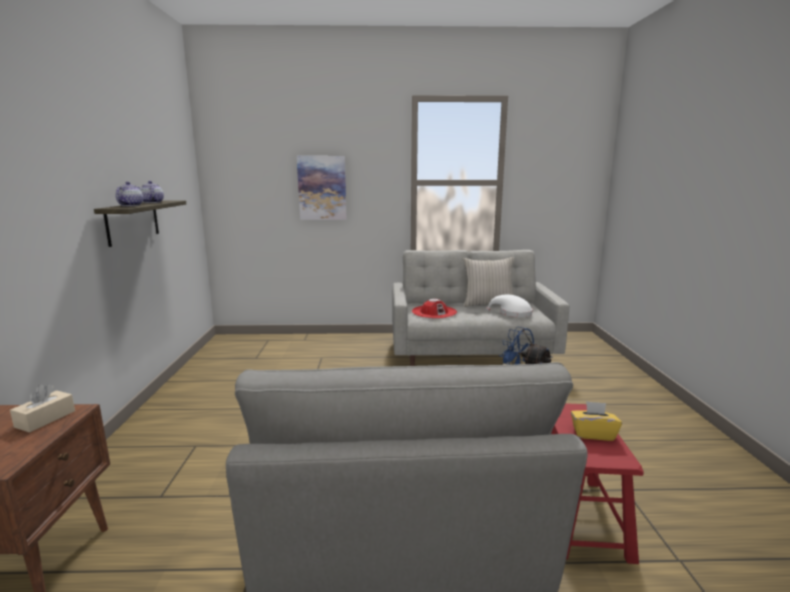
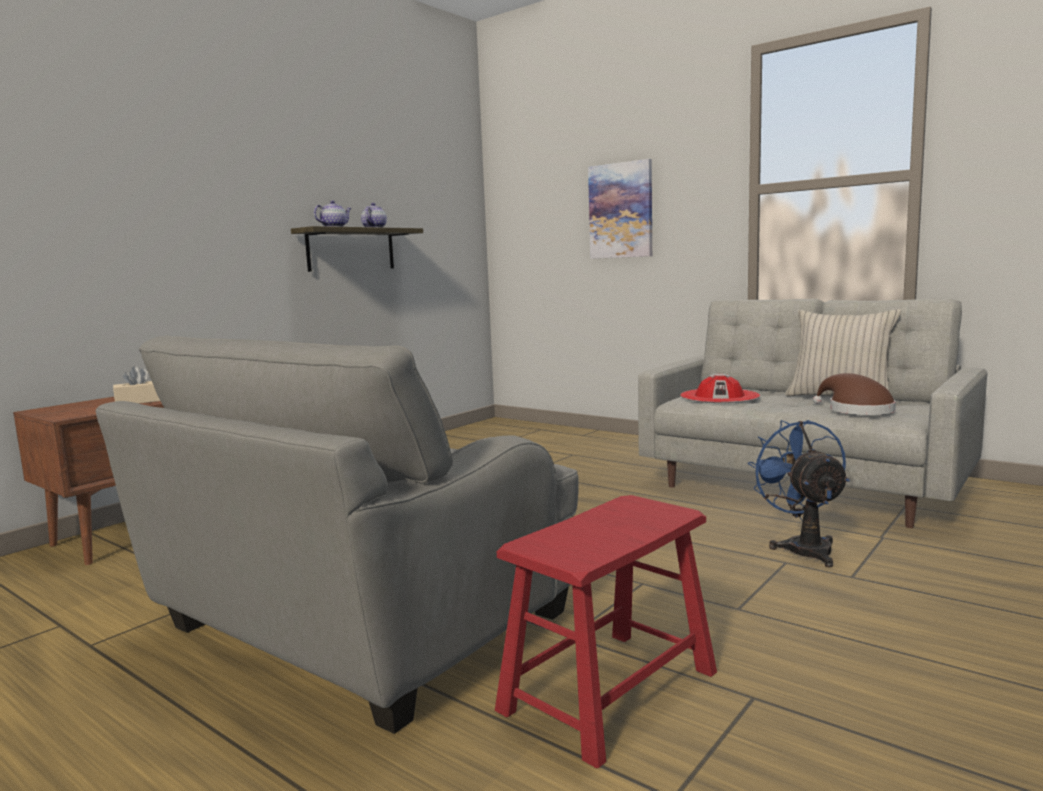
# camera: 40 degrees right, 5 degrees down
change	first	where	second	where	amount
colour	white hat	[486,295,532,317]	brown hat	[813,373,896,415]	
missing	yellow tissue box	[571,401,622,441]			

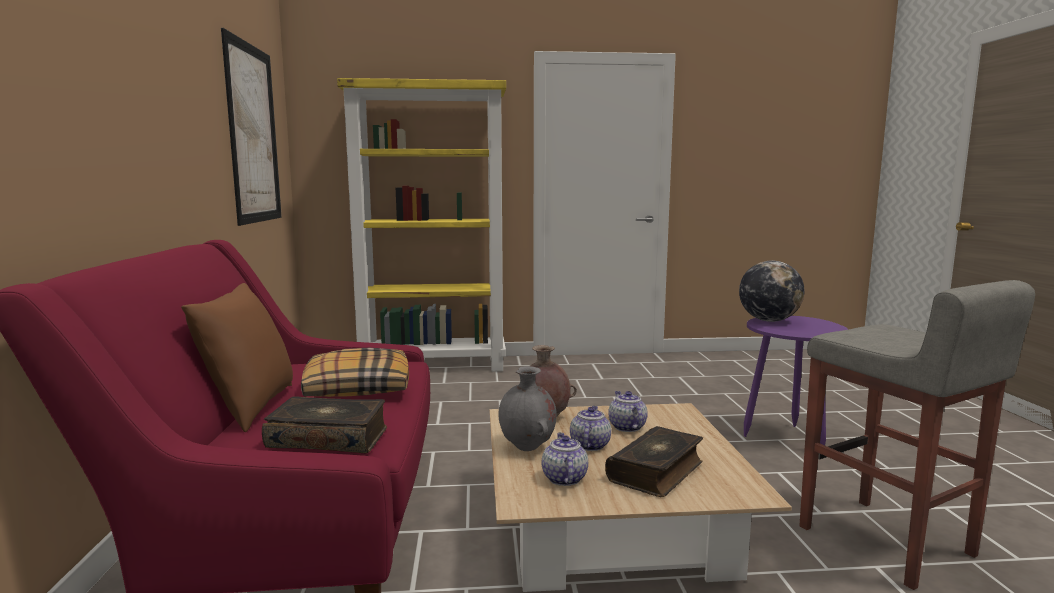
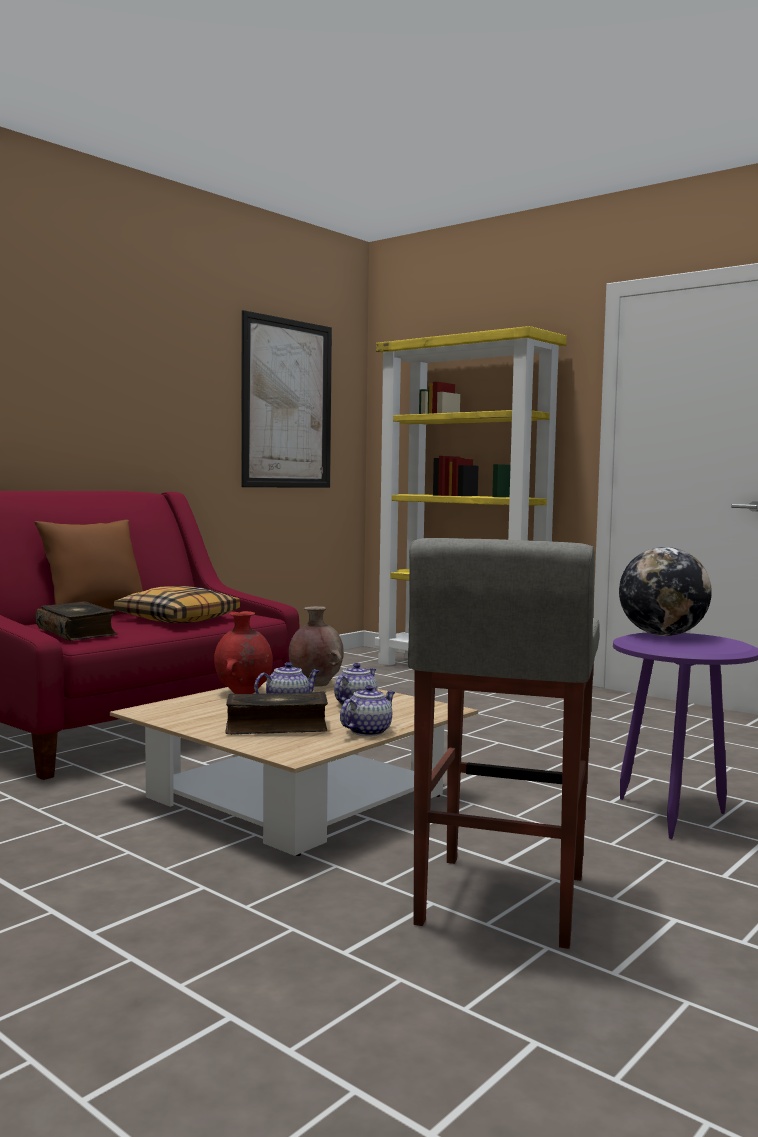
# camera: 45 degrees right, 5 degrees down
change	first	where	second	where	amount
colour	grey vase	[498,366,557,451]	red vase	[214,611,273,694]	
relocated	teapot	[542,433,588,486]		[340,685,395,736]	

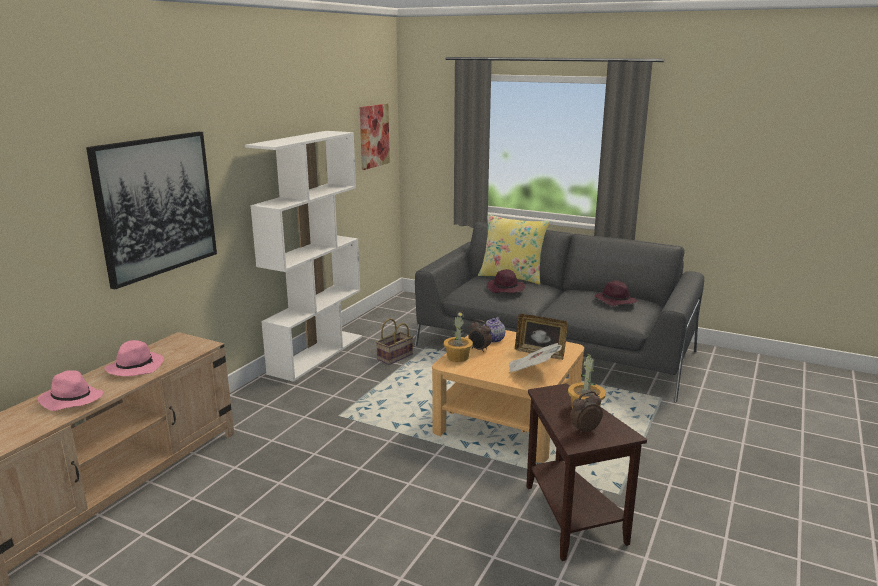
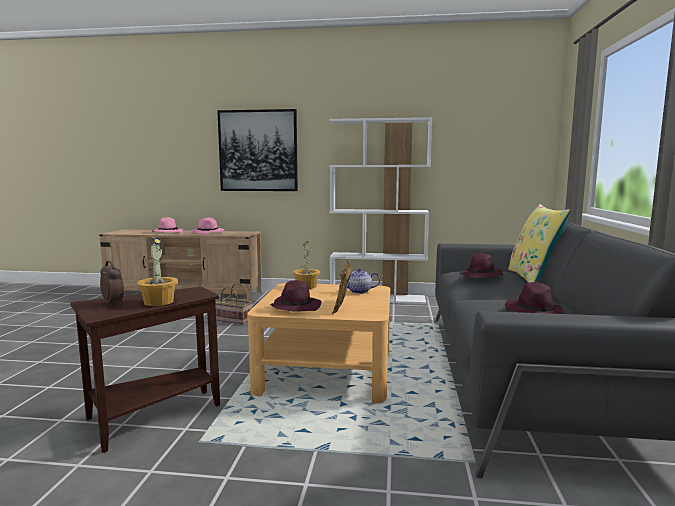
# camera: 70 degrees right, 10 degrees down
change	first	where	second	where	amount
relocated	basket	[376,318,413,365]		[216,283,252,325]	
exchanged	newspaper	[509,343,562,373]	purple hat	[270,280,321,312]	
missing	picture	[360,104,390,170]			
missing	alarm clock	[468,320,492,352]			

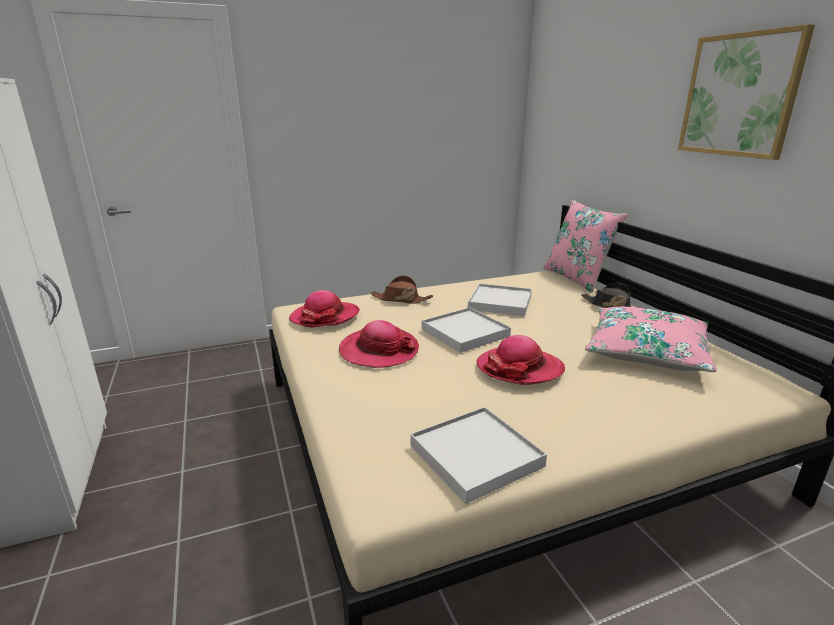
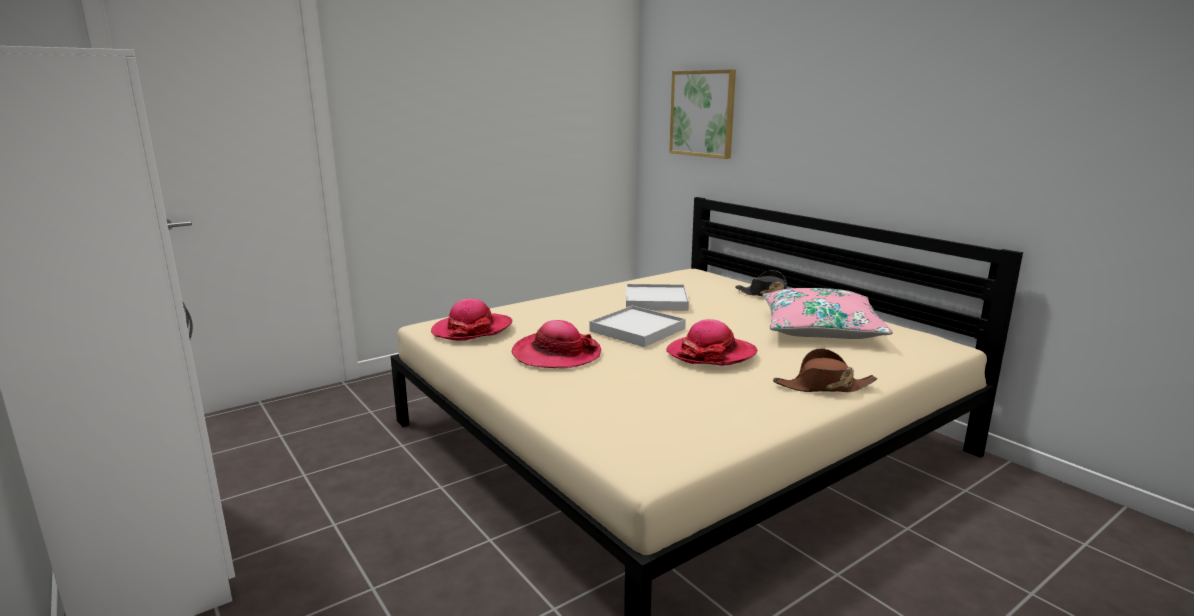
# camera: 15 degrees left, 5 degrees down
change	first	where	second	where	amount
relocated	picture	[678,24,815,160]		[669,69,736,159]	
relocated	brown hat	[371,275,433,304]		[773,348,877,392]	
missing	white tray	[410,407,547,504]			
missing	pink pillow	[543,199,628,293]			

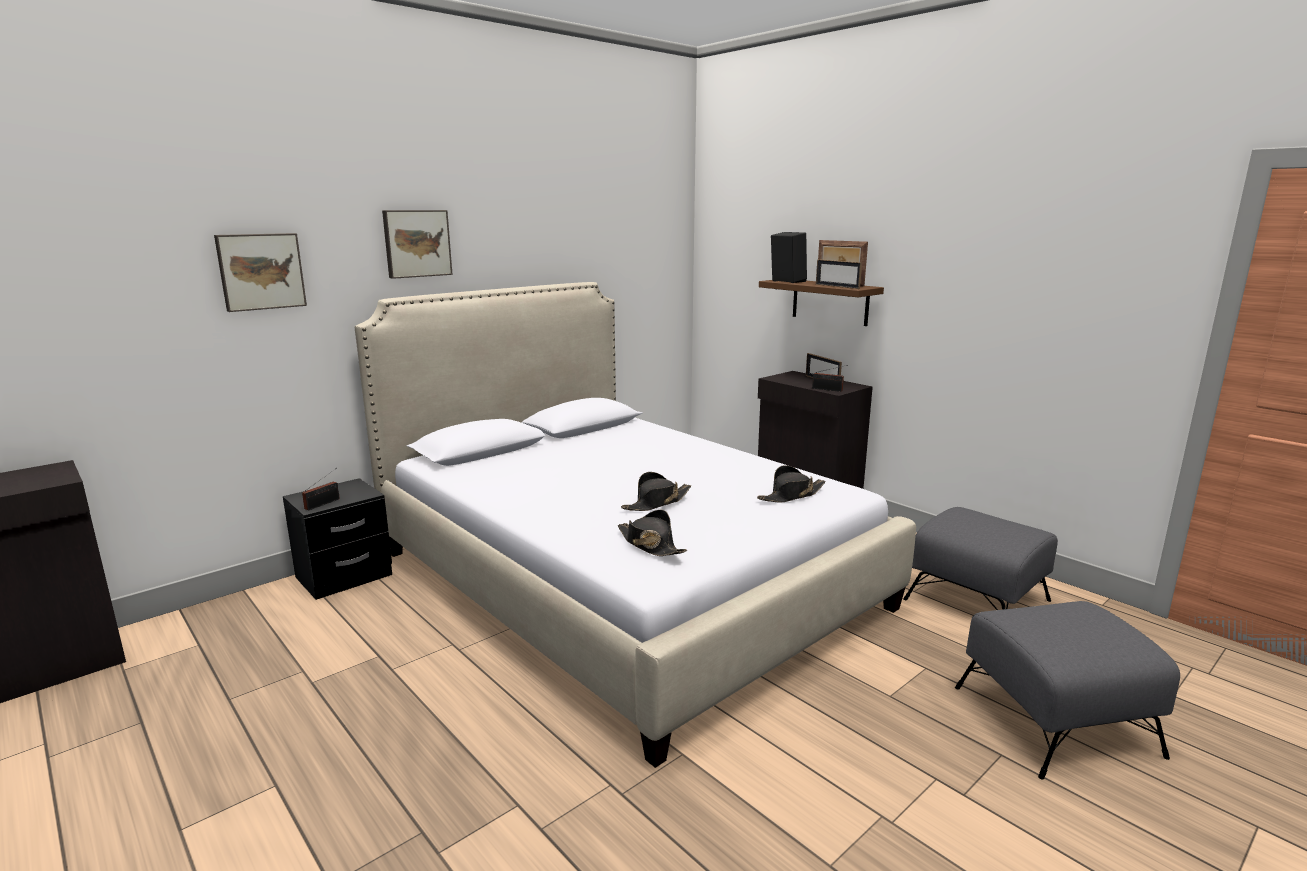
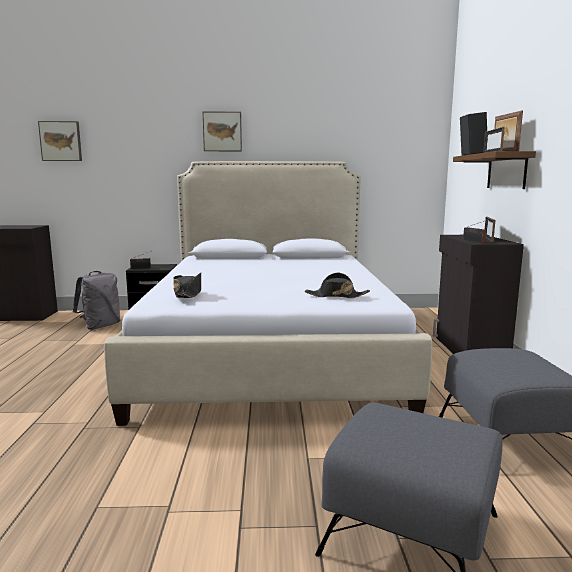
# camera: 40 degrees right, 5 degrees down
change	first	where	second	where	amount
relocated	picture	[214,233,307,312]		[38,121,82,161]	
appeared			grey backpack	[73,271,120,330]	
missing	black hat	[621,472,691,511]			

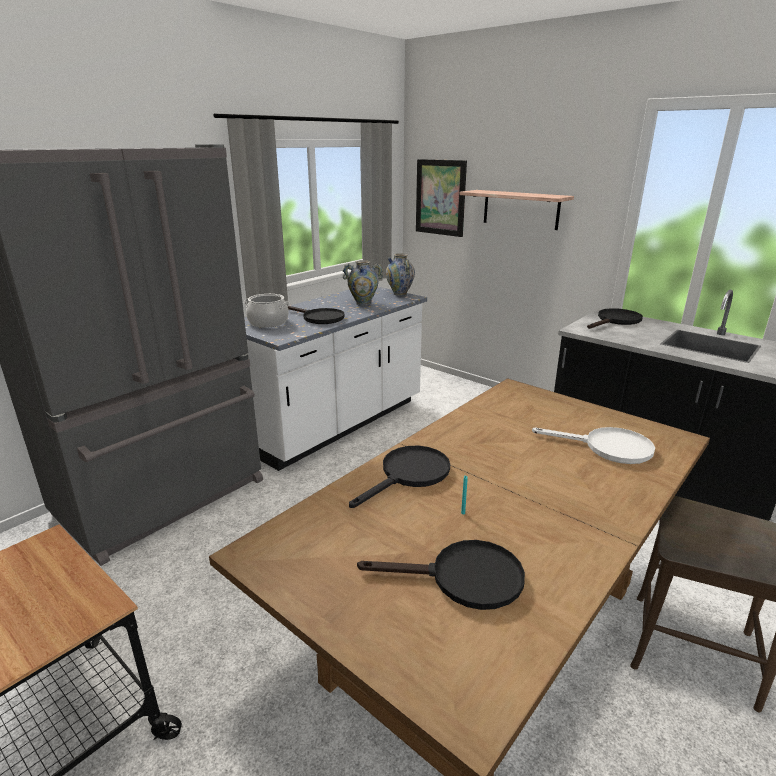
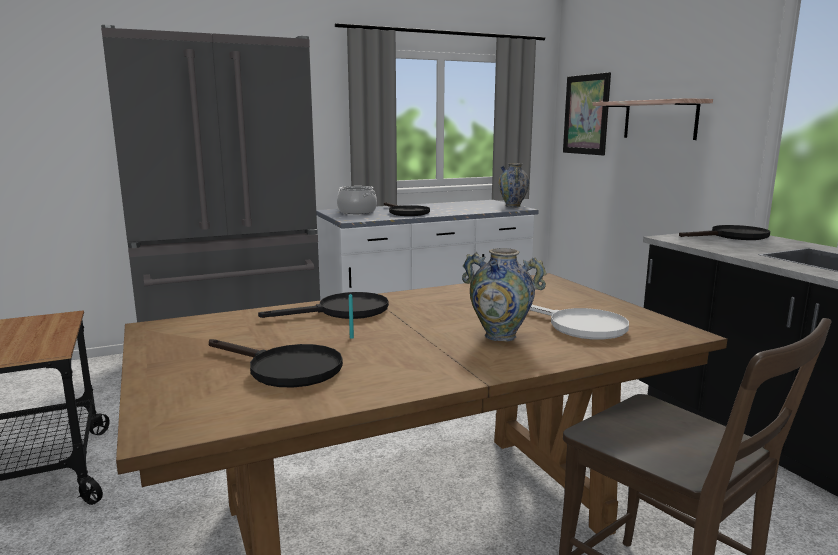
# camera: 25 degrees right, 10 degrees down
change	first	where	second	where	amount
relocated	vase	[343,260,383,306]		[462,248,547,341]	

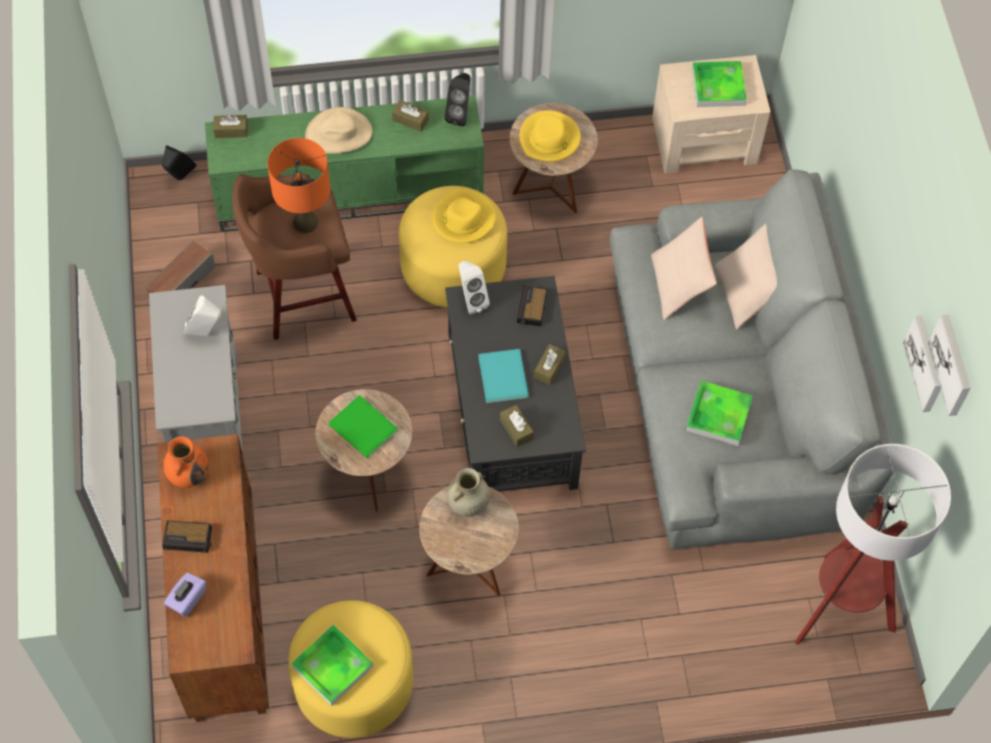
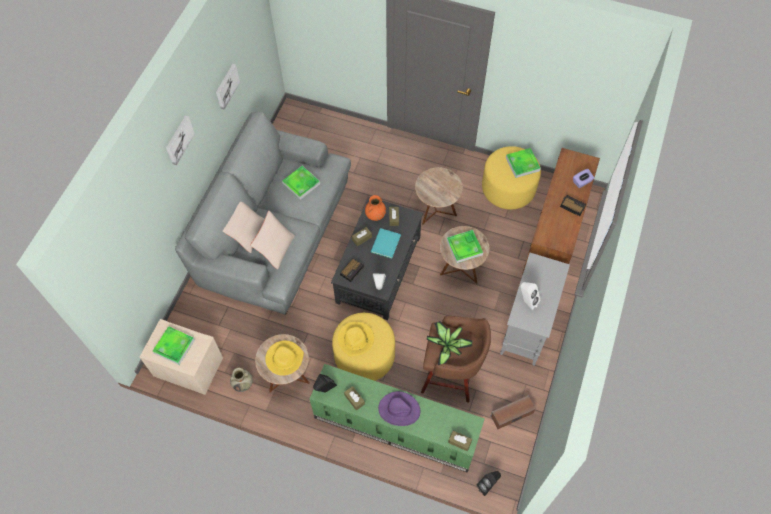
# camera: 150 degrees left, 0 degrees up
change	first	where	second	where	amount
relocated	picture	[928,314,971,416]		[166,116,195,166]	
relocated	beige vase	[447,468,490,517]		[230,368,253,392]	
relocated	orange vase	[163,436,208,488]		[365,195,386,221]	
colour	beige hat	[305,107,373,154]	purple hat	[378,391,420,426]	
exchanged	orange table lamp	[267,138,330,233]	potted plant	[427,321,473,365]	
exchanged	green book	[329,395,398,458]	tray	[447,230,483,263]	
missing	floor lamp	[795,444,951,645]			

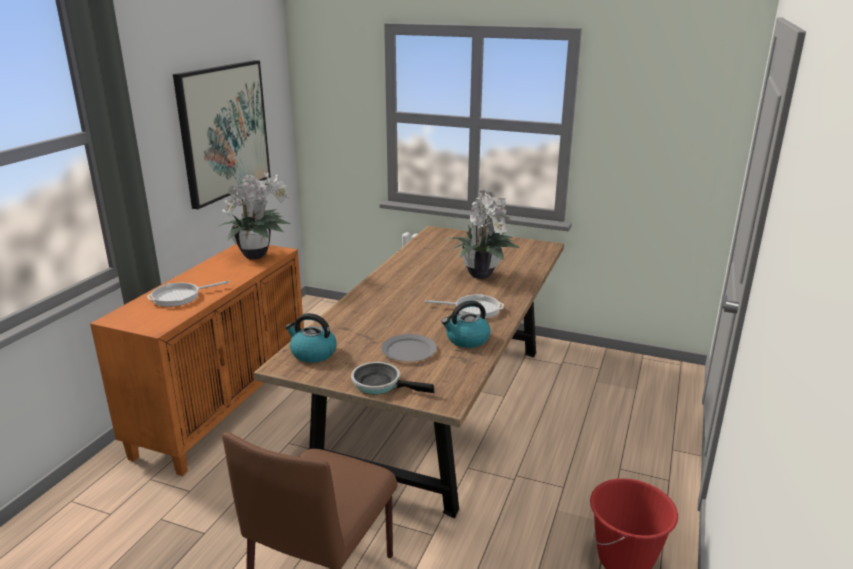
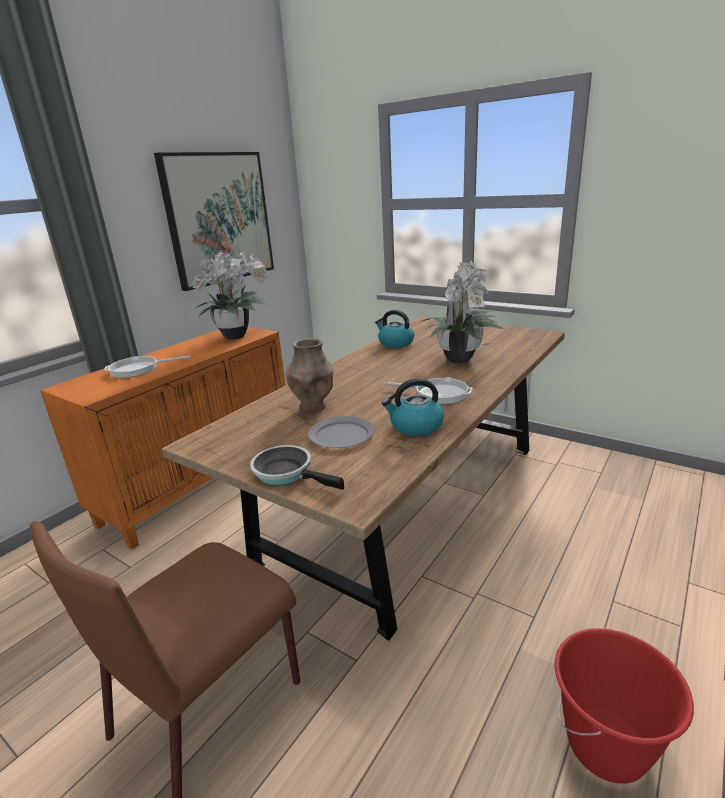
# camera: 15 degrees right, 0 degrees up
change	first	where	second	where	amount
appeared			brown vase	[286,338,333,413]	
relocated	kettle	[285,313,337,363]		[375,310,414,348]	

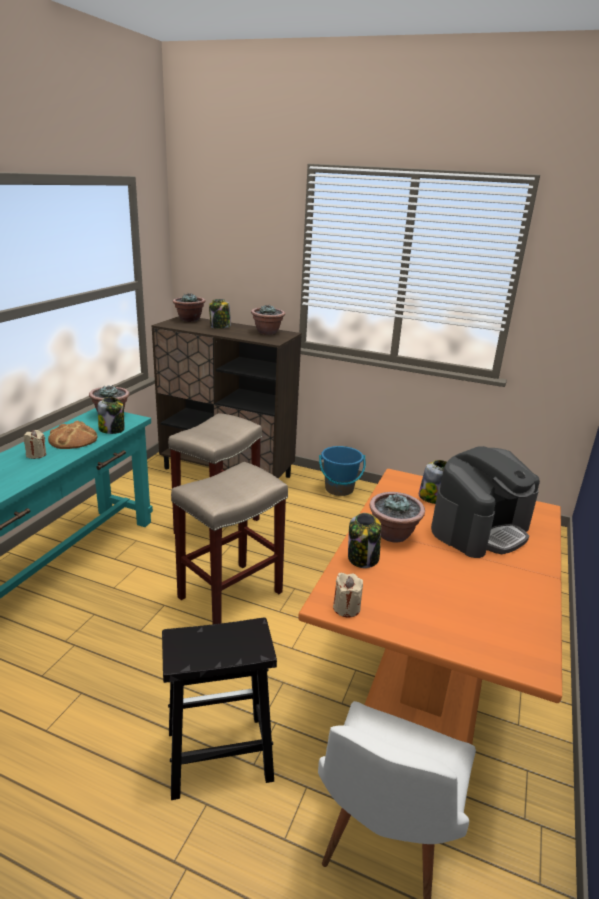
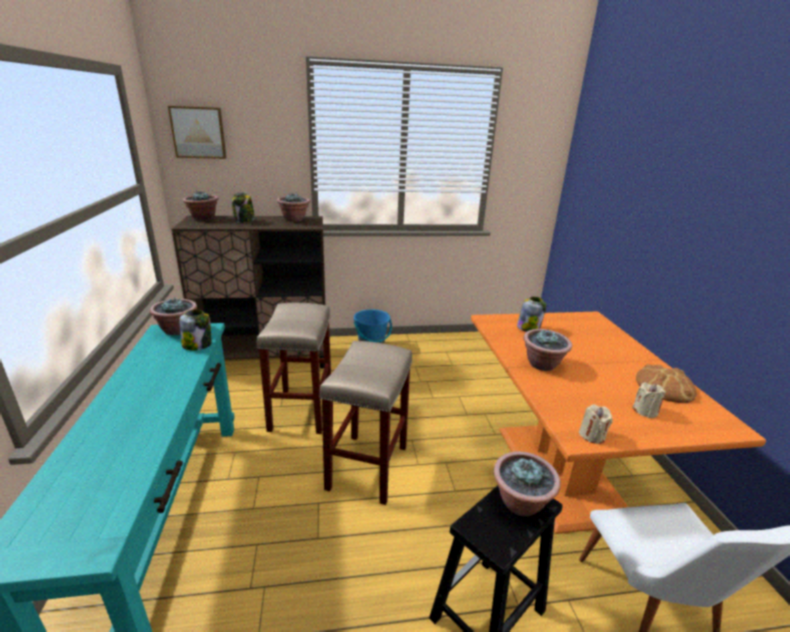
# camera: 30 degrees left, 0 degrees up
change	first	where	second	where	amount
appeared			picture	[168,106,226,159]	
appeared			potted plant	[493,451,561,516]	
relocated	beige candle	[24,430,46,459]		[632,382,666,418]	
relocated	bread	[48,421,98,449]		[636,364,697,403]	
missing	jar	[348,513,381,568]			
missing	coffee machine	[431,446,540,558]			

